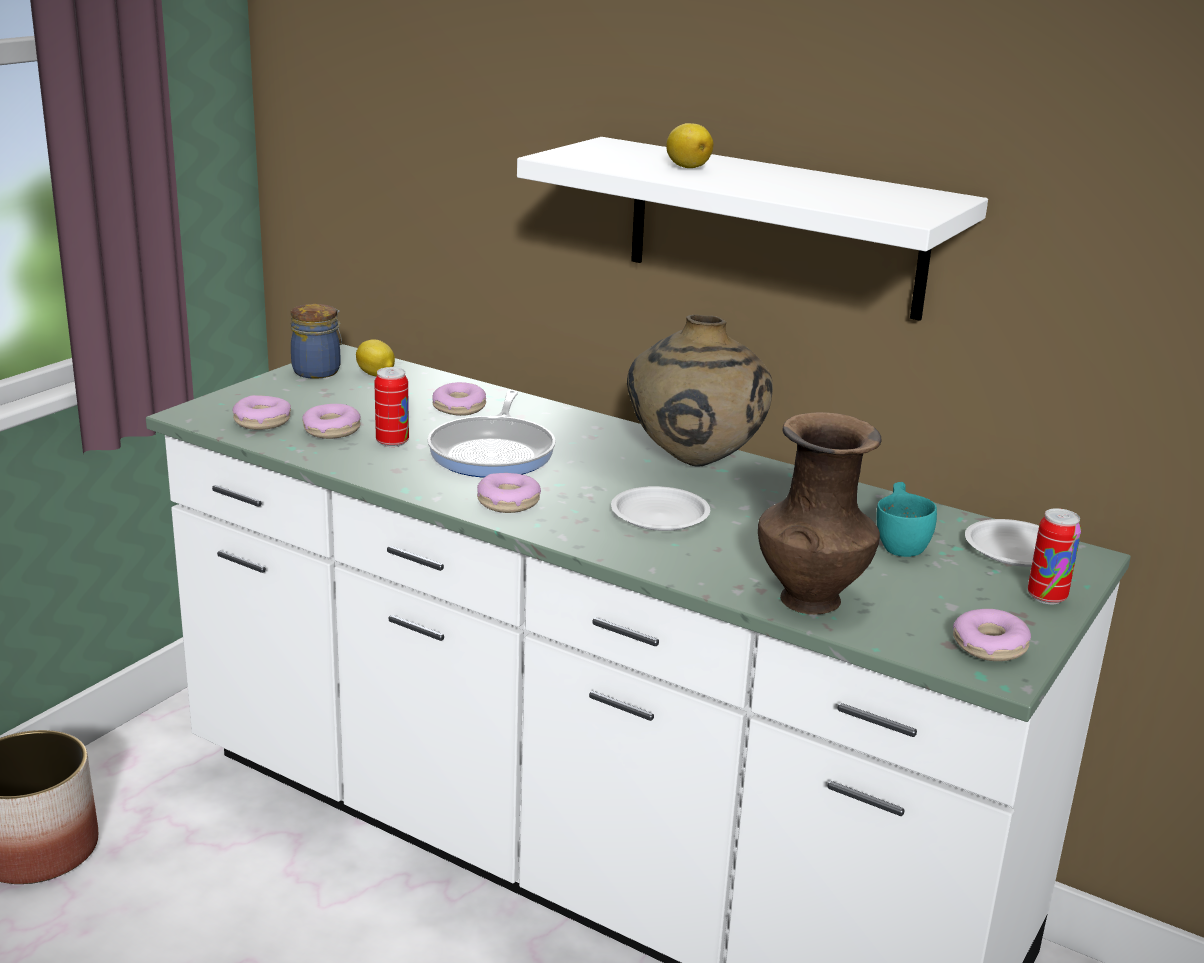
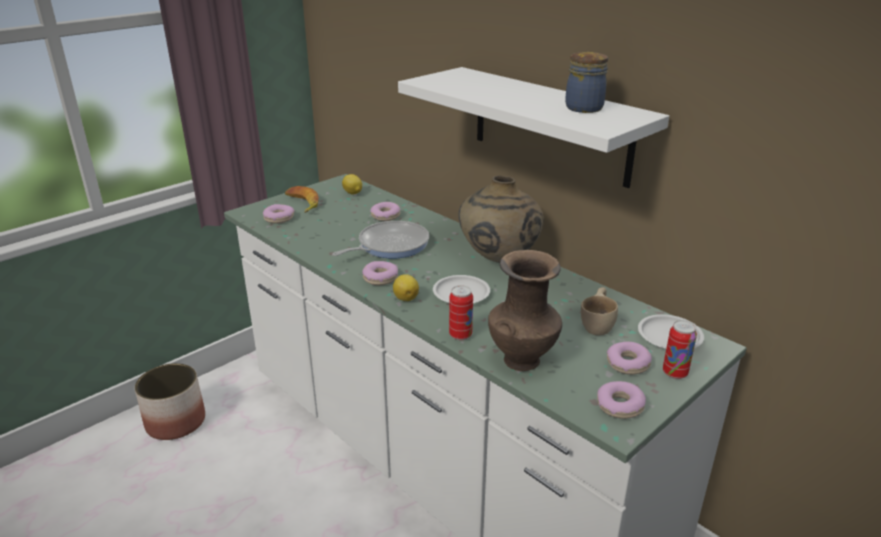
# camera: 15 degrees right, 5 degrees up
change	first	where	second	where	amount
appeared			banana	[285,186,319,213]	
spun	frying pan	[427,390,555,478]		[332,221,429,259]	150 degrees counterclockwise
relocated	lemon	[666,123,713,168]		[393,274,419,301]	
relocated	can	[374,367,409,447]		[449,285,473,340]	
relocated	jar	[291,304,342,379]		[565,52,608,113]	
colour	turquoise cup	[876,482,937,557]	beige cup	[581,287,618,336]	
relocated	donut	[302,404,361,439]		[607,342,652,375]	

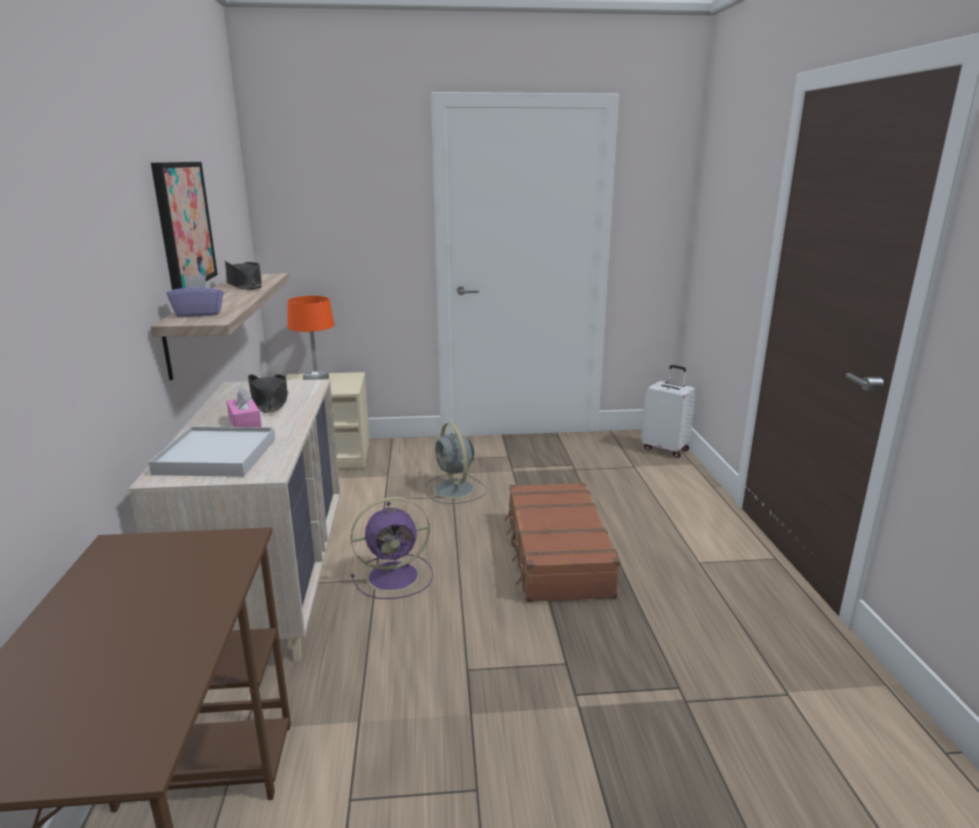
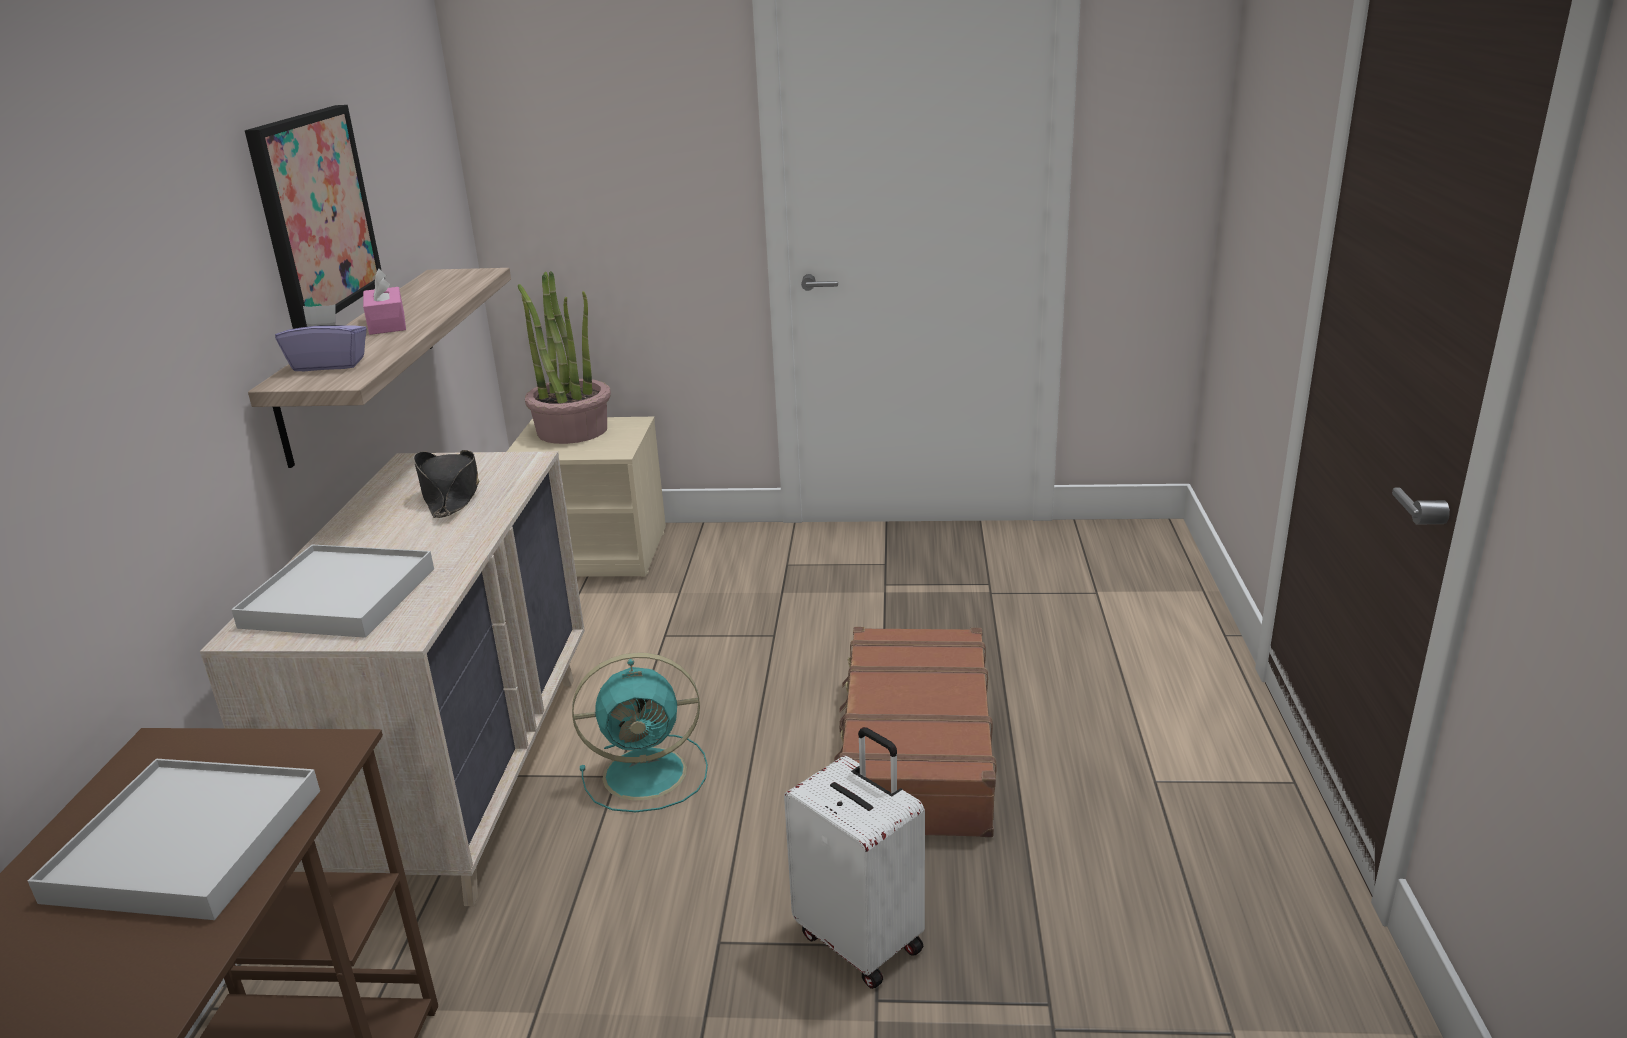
# camera: 10 degrees right, 5 degrees up
change	first	where	second	where	amount
appeared			white tray	[28,759,320,920]	
relocated	pink tissue box	[226,387,262,427]		[363,268,406,335]	
exchanged	orange table lamp	[287,296,334,380]	potted plant	[518,271,611,444]	
colour	purple fan	[351,497,433,599]	turquoise fan	[572,653,708,812]	
relocated	white suitcase	[641,365,696,458]		[784,727,925,989]	
missing	black hat	[225,260,262,290]			
missing	grey fan	[425,423,487,504]			

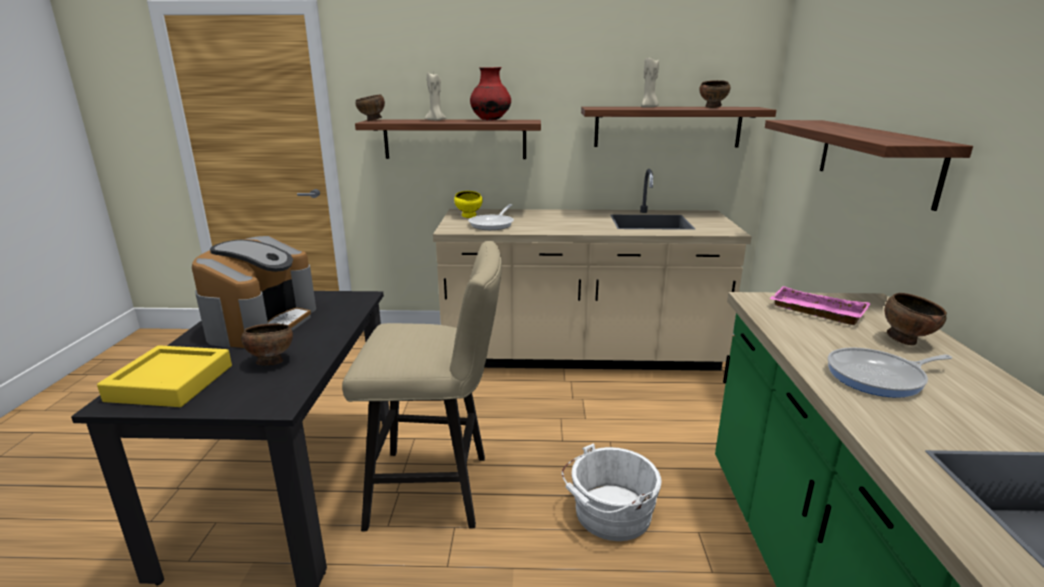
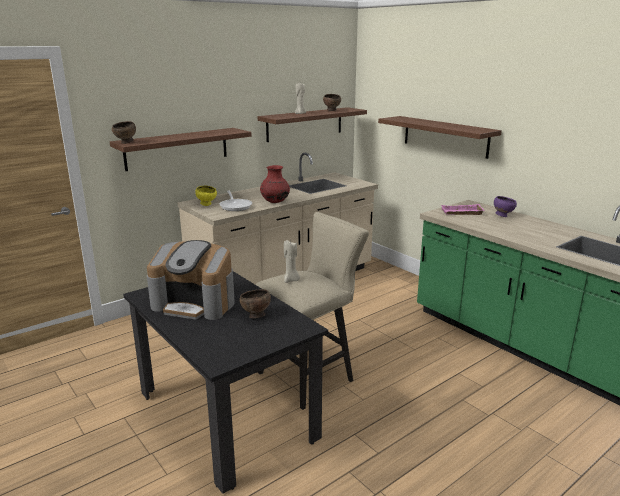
# camera: 40 degrees left, 0 degrees up
change	first	where	second	where	amount
spun	coffee machine	[192,236,316,348]		[147,240,235,320]	135 degrees clockwise
relocated	red vase	[470,67,511,121]		[260,165,290,203]	
relocated	beige candle	[425,72,446,121]		[284,240,300,283]	
colour	brown bowl	[884,293,947,345]	purple bowl	[494,196,517,217]	
missing	yellow tray	[97,345,232,407]			
missing	white bucket	[562,443,661,541]			
missing	frying pan	[828,347,952,398]			

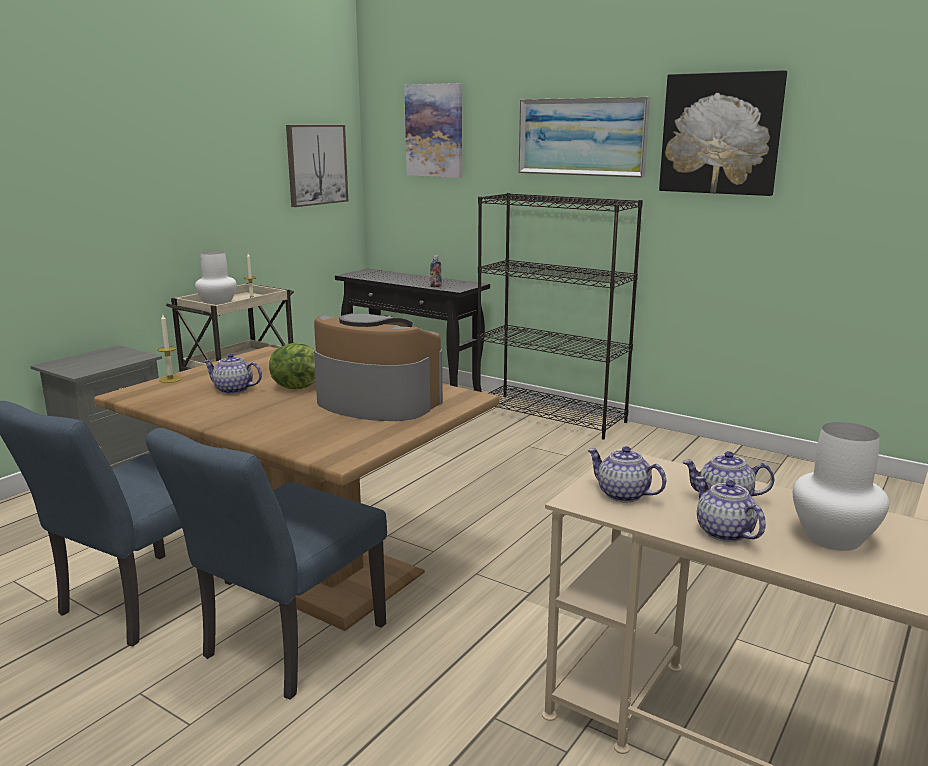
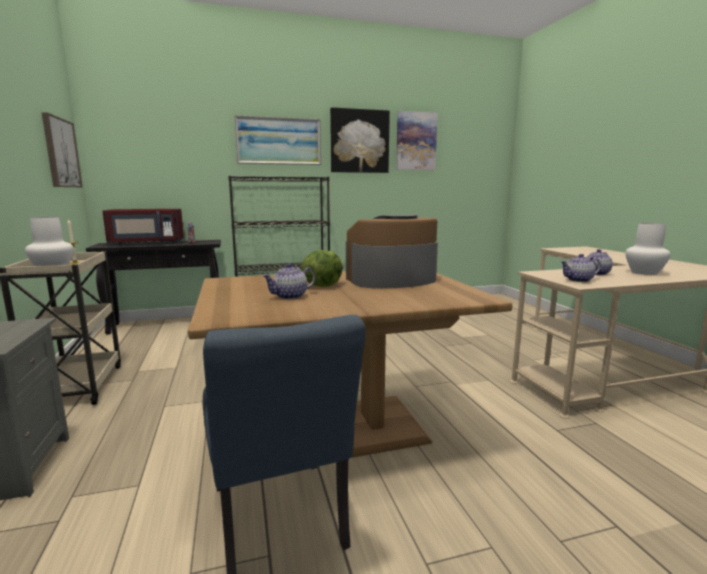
# camera: 50 degrees left, 5 degrees down
change	first	where	second	where	amount
appeared			red microwave	[102,209,184,245]	
relocated	picture	[404,83,462,178]		[396,111,438,170]	
missing	blue chair	[146,428,387,700]			
missing	candle	[157,313,182,383]			
missing	teapot	[696,476,766,542]			

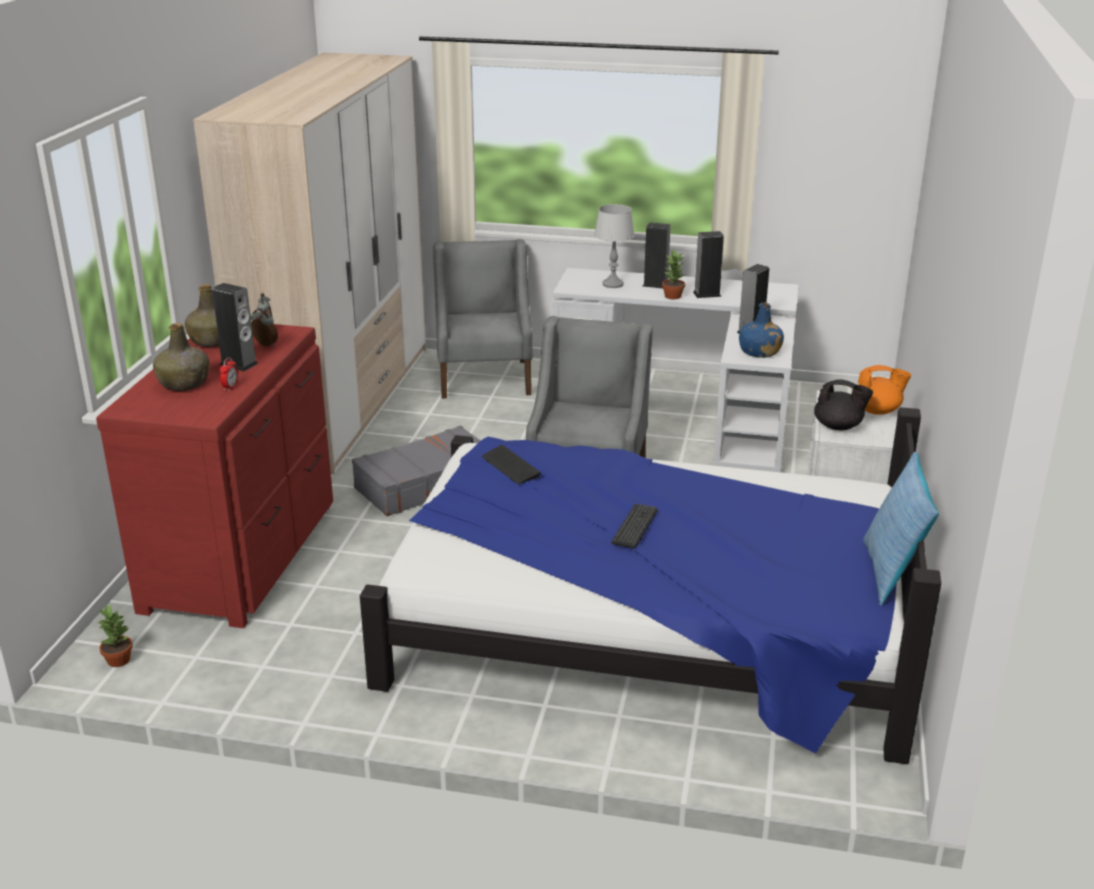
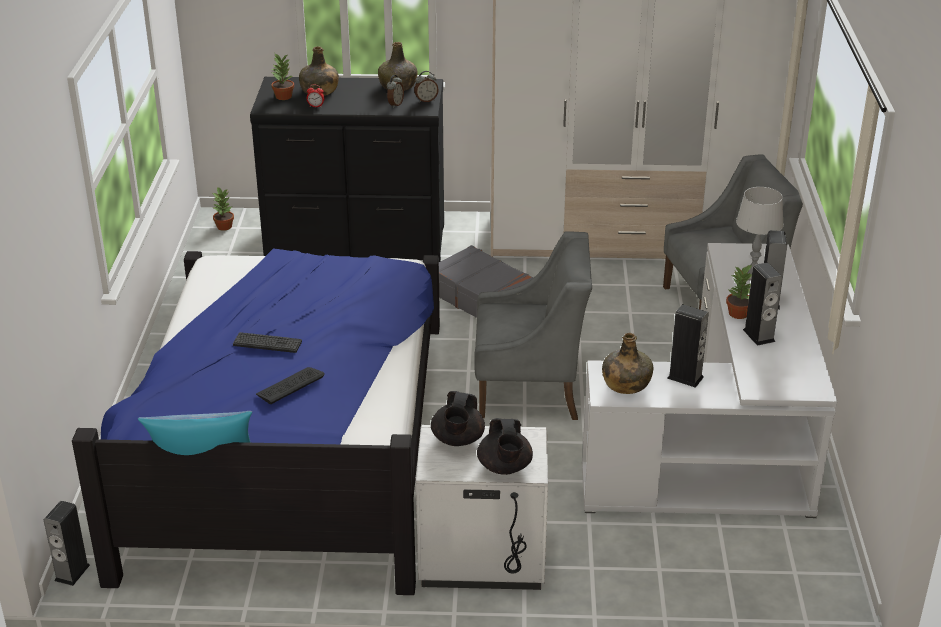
# camera: 80 degrees right, 5 degrees up
change	first	where	second	where	amount
relocated	speaker	[212,283,259,371]		[44,501,90,586]	
colour	red dresser	[96,324,333,628]	black dresser	[250,77,444,262]	
relocated	keyboard	[482,445,541,484]		[256,367,325,404]	
appeared			potted plant	[271,54,294,100]	
colour	orange teapot	[858,365,912,415]	black teapot	[477,418,533,475]	
colour	blue bottle	[739,302,784,358]	green bottle	[602,333,654,394]	

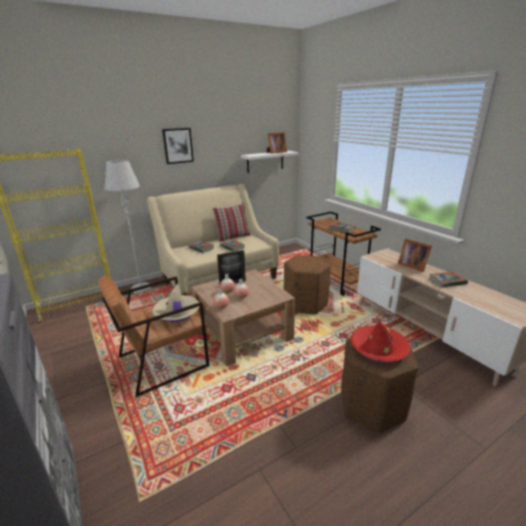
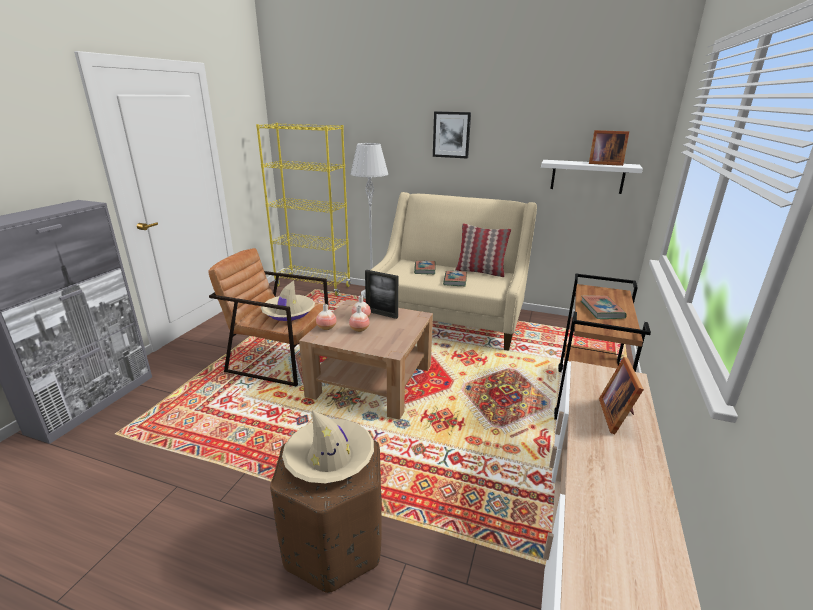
# camera: 50 degrees right, 0 degrees up
change	first	where	second	where	amount
colour	red hat	[350,322,410,363]	beige hat	[282,410,374,483]	
missing	brown ottoman	[283,255,331,314]			
missing	book	[429,271,468,287]			

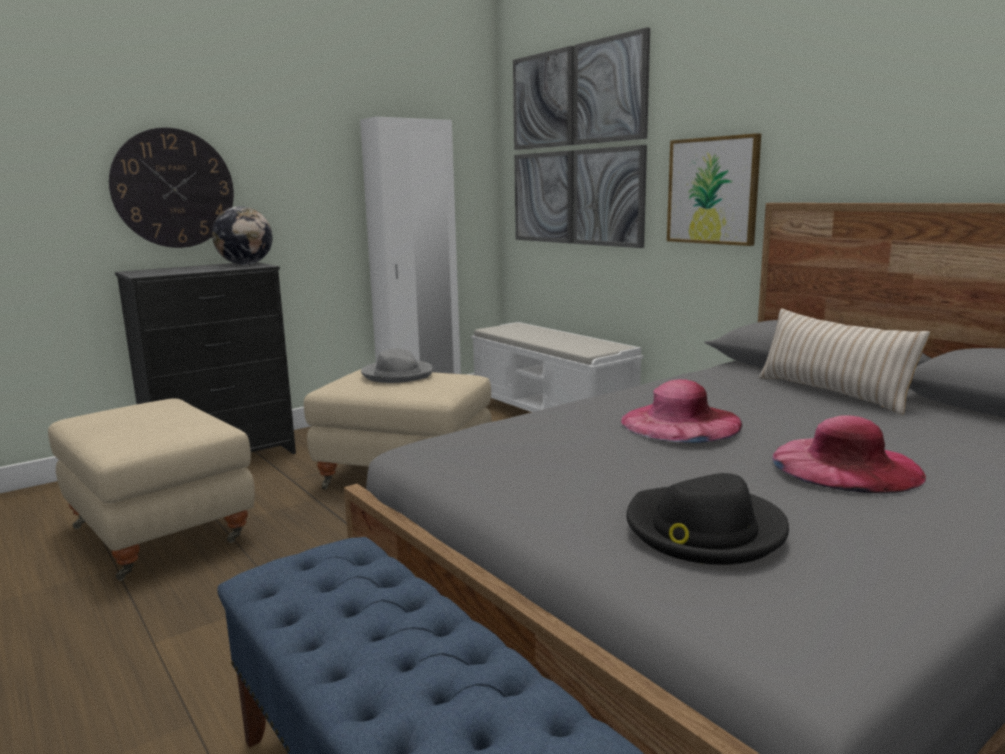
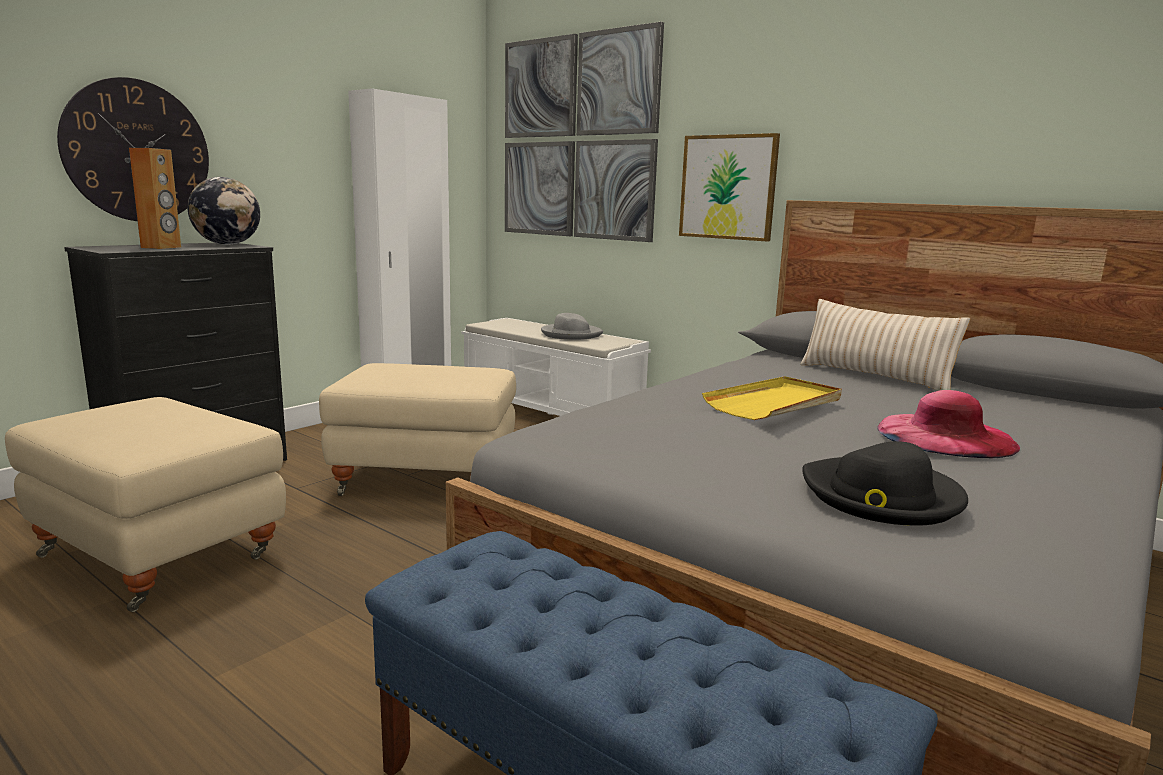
# camera: 15 degrees left, 0 degrees up
change	first	where	second	where	amount
appeared			brown speaker	[129,148,181,249]	
relocated	grey hat	[361,348,433,383]		[541,313,603,340]	
exchanged	pink hat	[621,379,742,443]	yellow tray	[702,376,842,420]	

